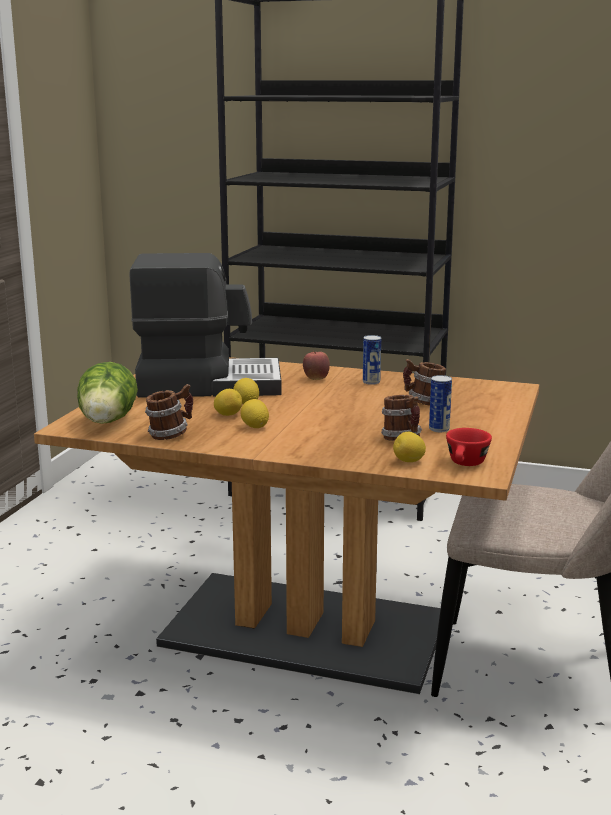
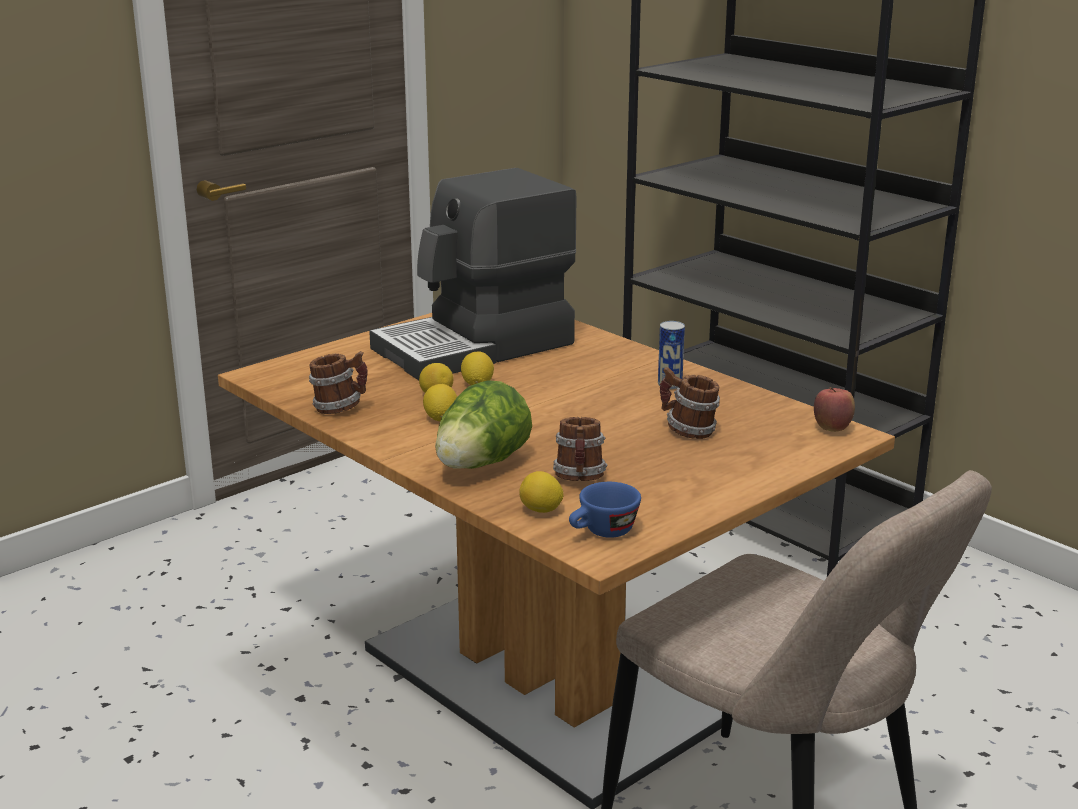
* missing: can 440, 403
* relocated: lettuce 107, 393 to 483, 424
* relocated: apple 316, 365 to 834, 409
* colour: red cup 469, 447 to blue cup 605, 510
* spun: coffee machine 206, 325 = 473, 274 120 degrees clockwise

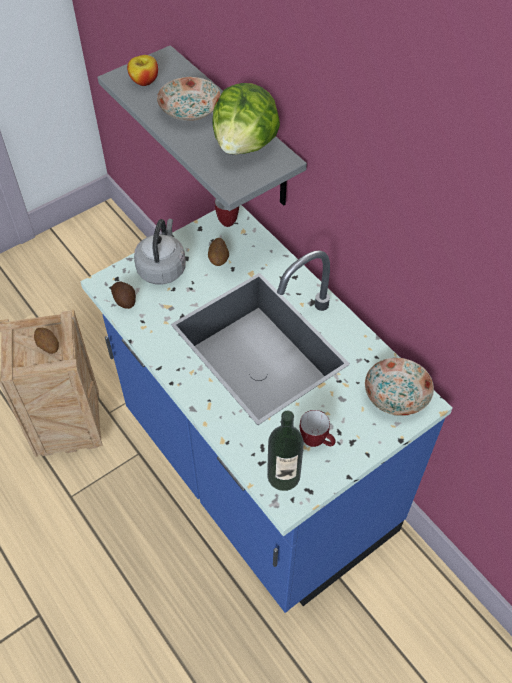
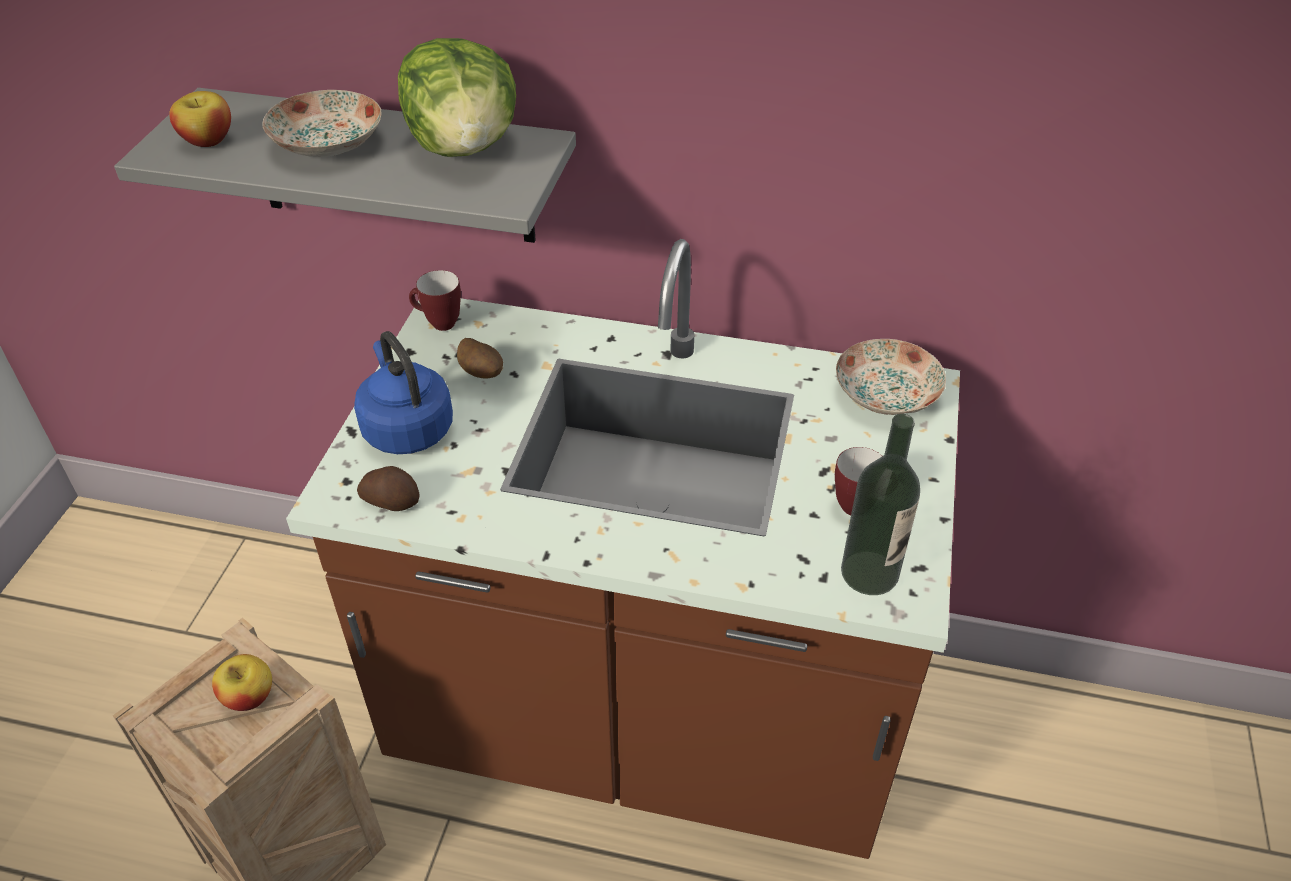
* exchanged: potato 46, 341 to apple 242, 682
* colour: blue counter 266, 409 to brown counter 623, 549
* colour: grey kettle 160, 251 to blue kettle 403, 392

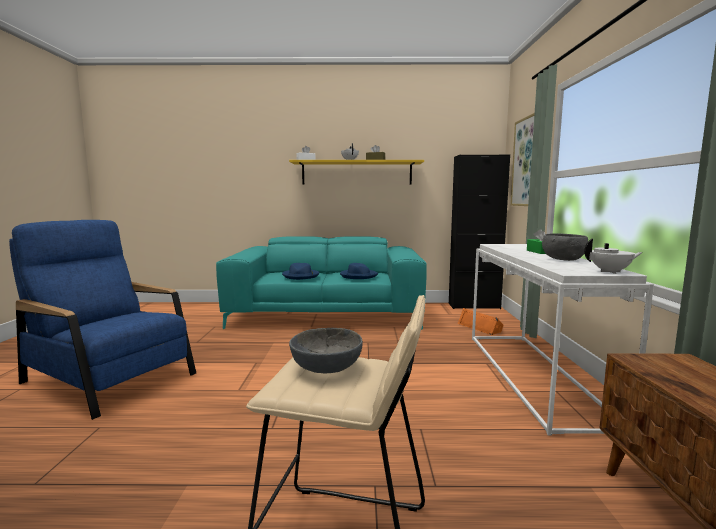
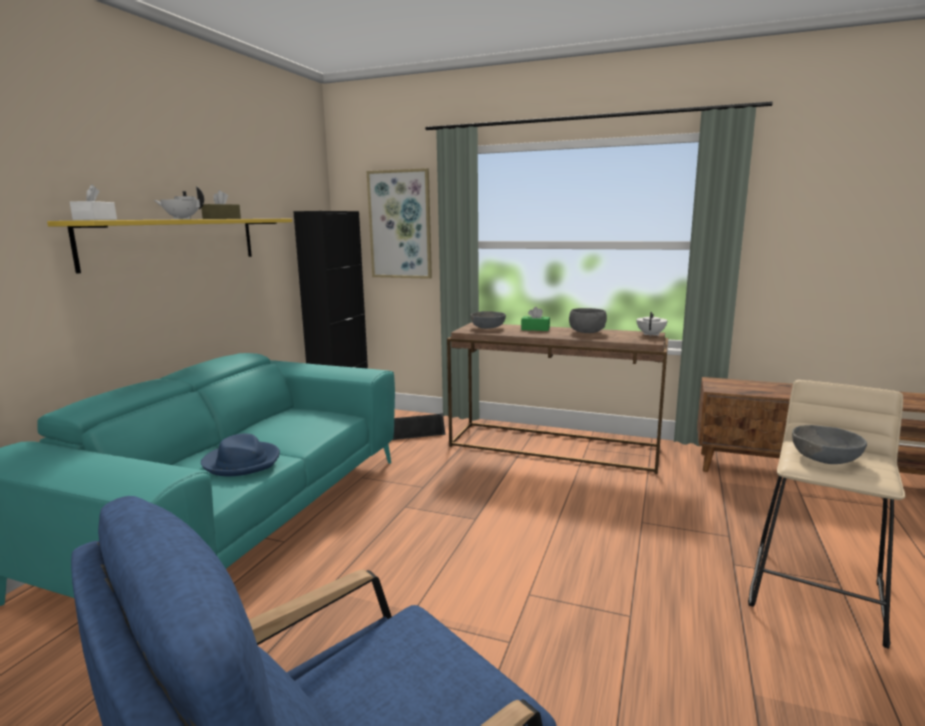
* missing: blue hat 359, 271
* appeared: grey bowl 488, 320
* colour: orange speaker 480, 321 to black speaker 419, 426
* colour: white console table 563, 340 to brown console table 557, 398

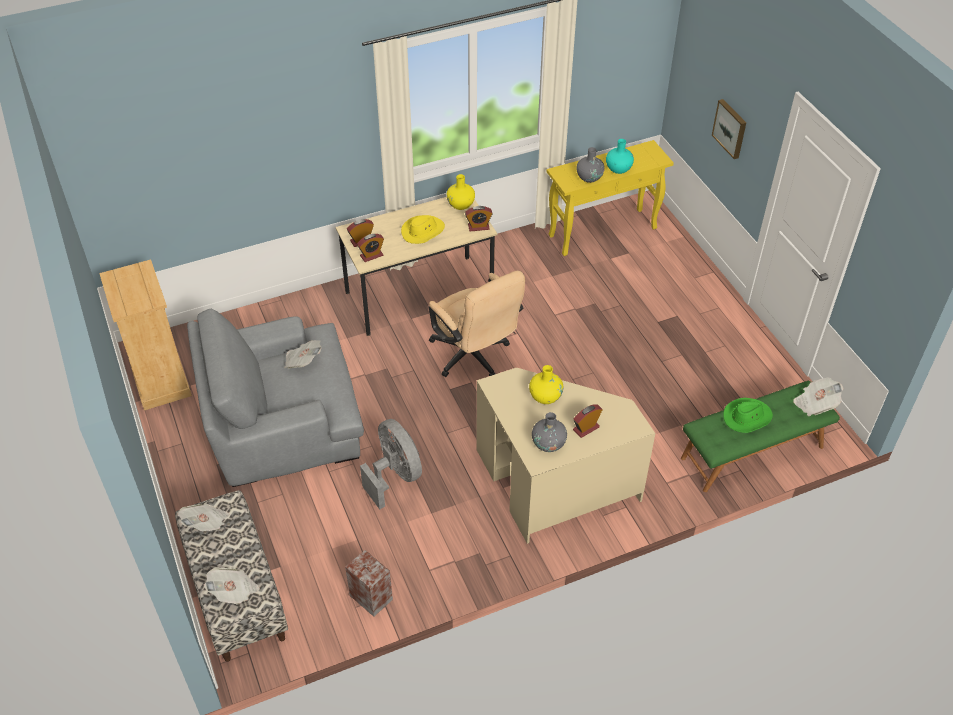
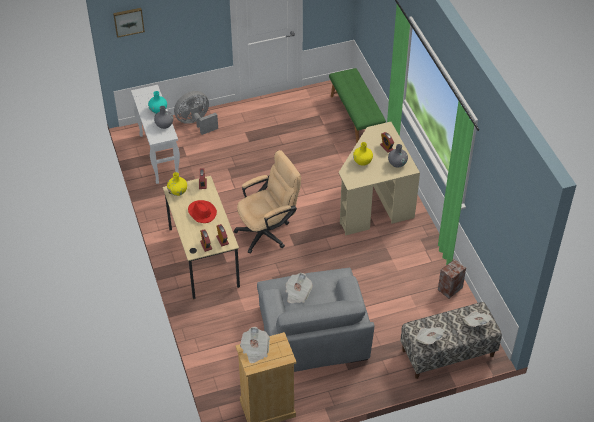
* missing: green hat 748, 415
* relocated: grey fan 391, 464 to 196, 113
* relocated: picture 729, 129 to 129, 23
* relocated: newspaper 818, 396 to 255, 345
* colour: yellow hat 423, 229 to red hat 202, 211
* colour: yellow console table 610, 198 to white console table 155, 134

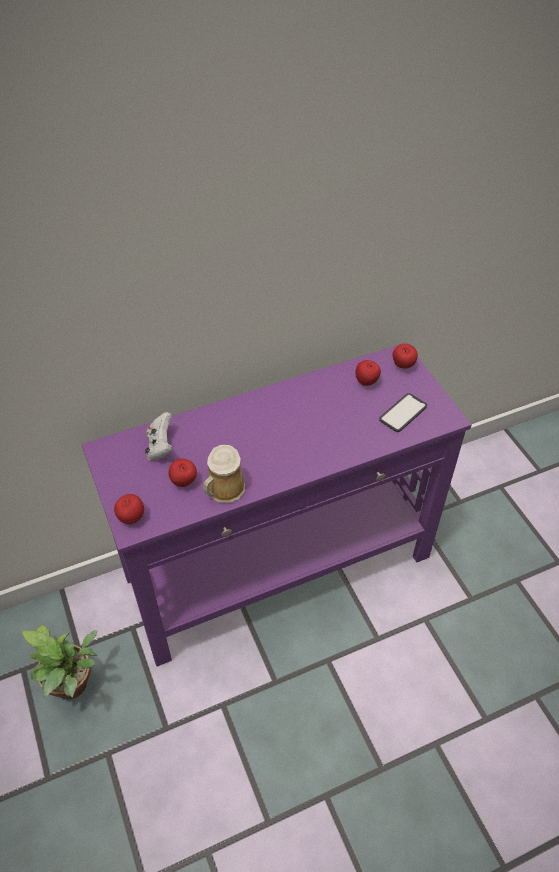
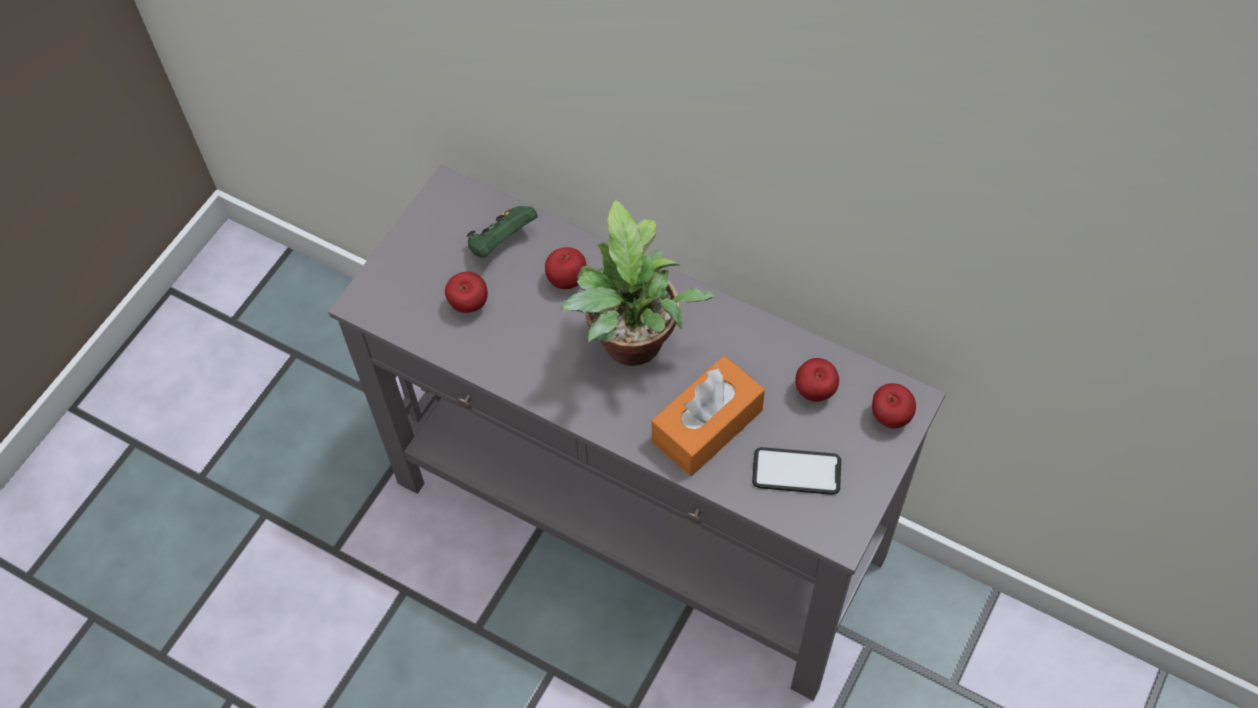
* missing: mug 224, 474
* appeared: orange tissue box 708, 416
* relocated: potted plant 59, 662 to 637, 282
* relocated: apple 129, 509 to 565, 268
* colour: purple console table 277, 504 to grey console table 637, 433
* colour: white game controller 159, 436 to green game controller 502, 232

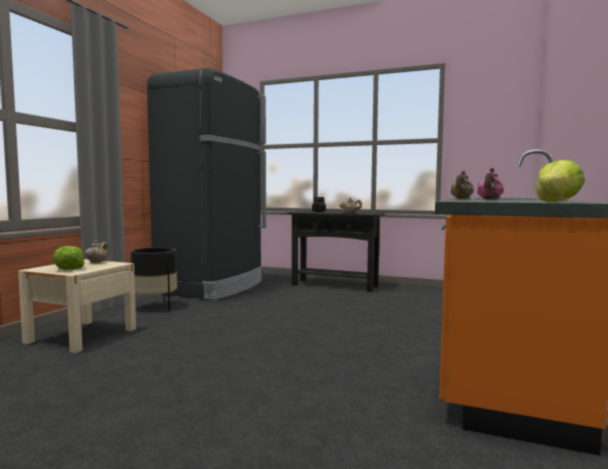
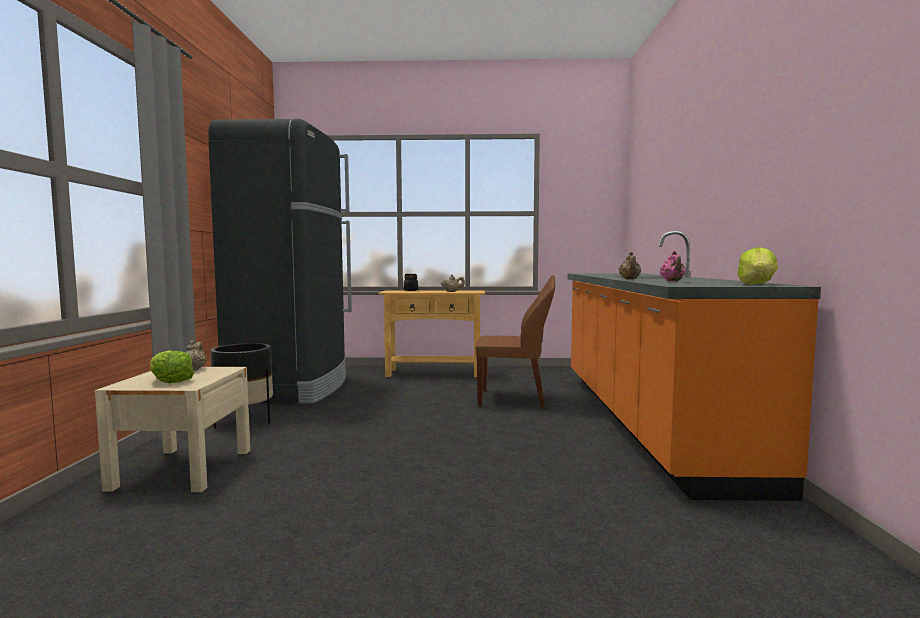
* appeared: brown chair 515, 342
* colour: black console table 336, 251 to beige console table 431, 333

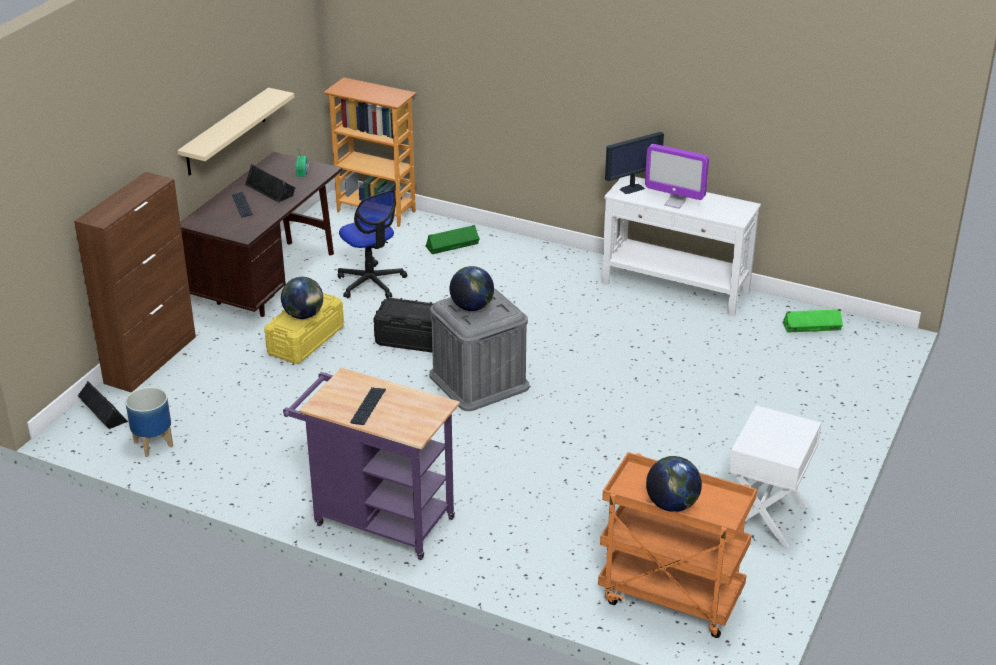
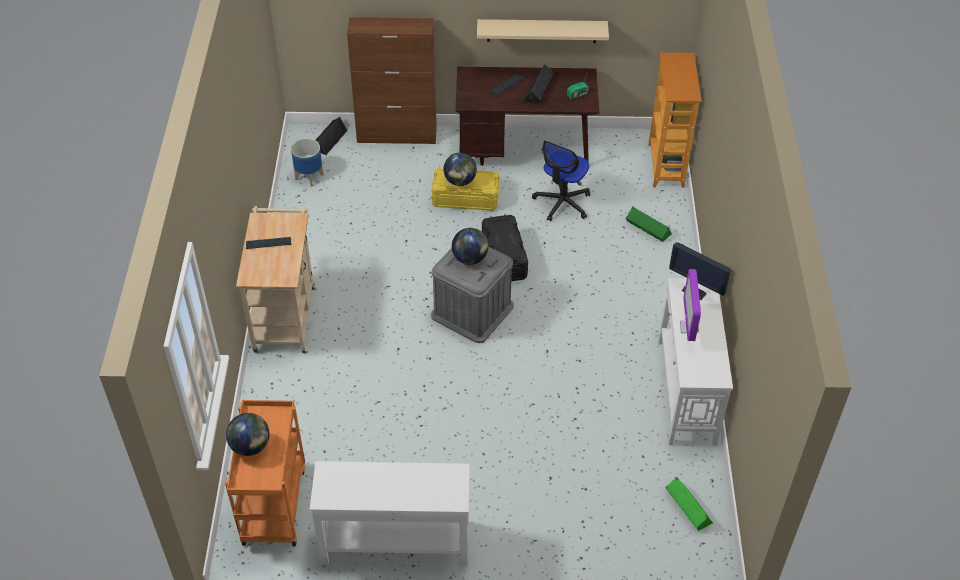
* exchanged: white nightstand 775, 476 to white console table 390, 513
* colour: purple cart 371, 464 to beige cart 276, 280

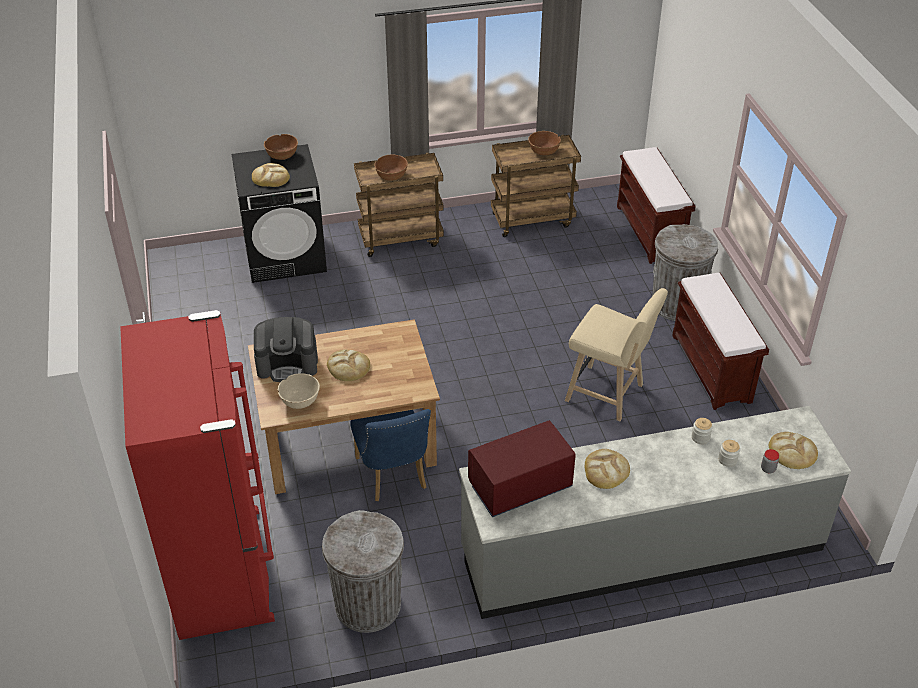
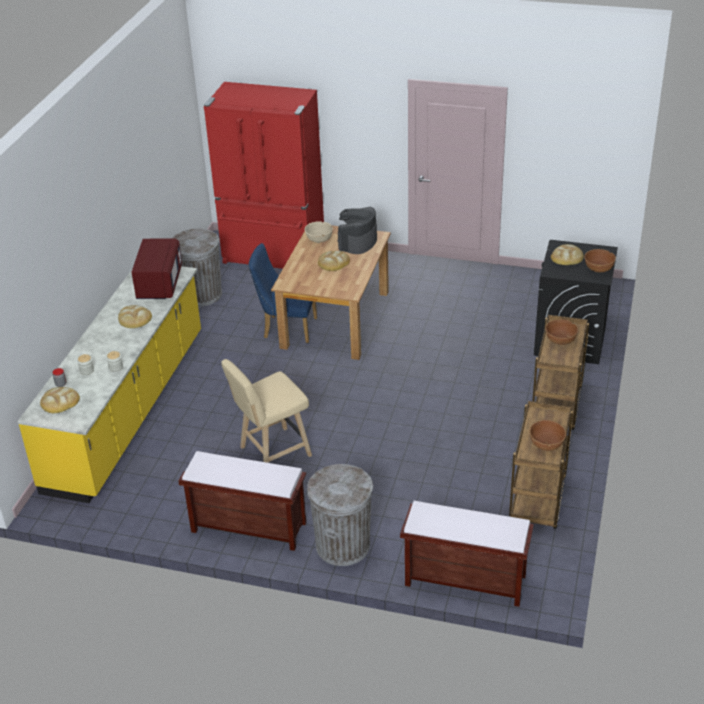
* colour: grey counter 655, 512 to yellow counter 109, 384

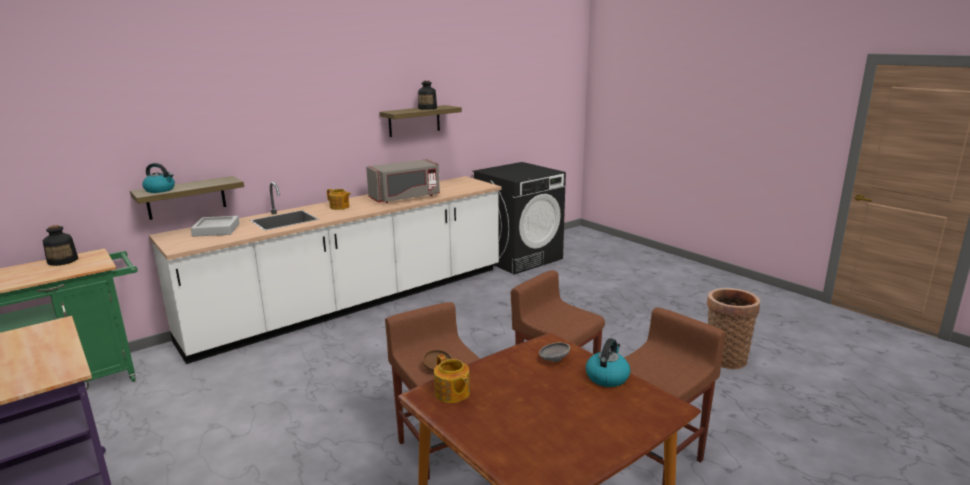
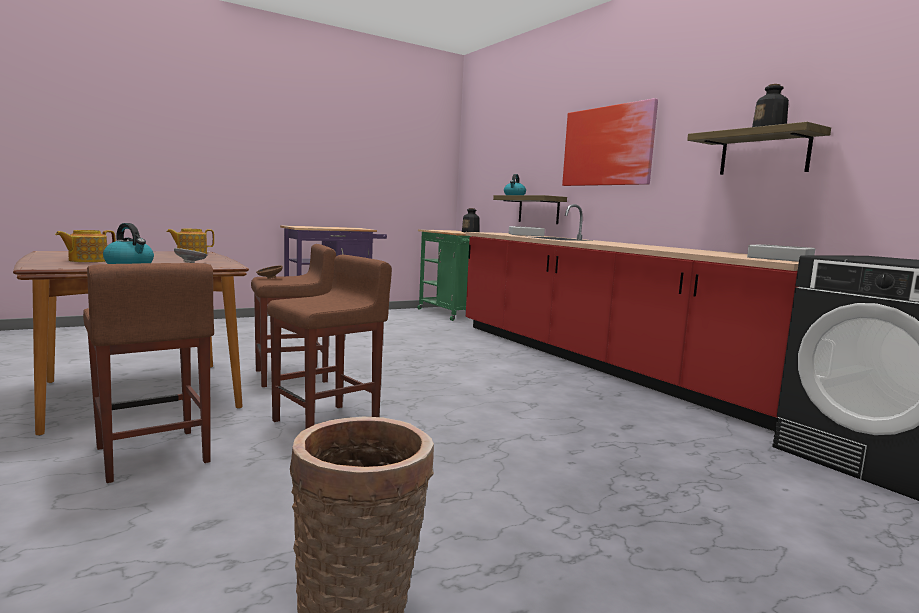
* missing: grey microwave 403, 181
* appeared: picture 610, 142
* appeared: grey tray 781, 253
* relocated: teapot 339, 199 to 85, 246
* colour: white counter 325, 270 to red counter 632, 317

